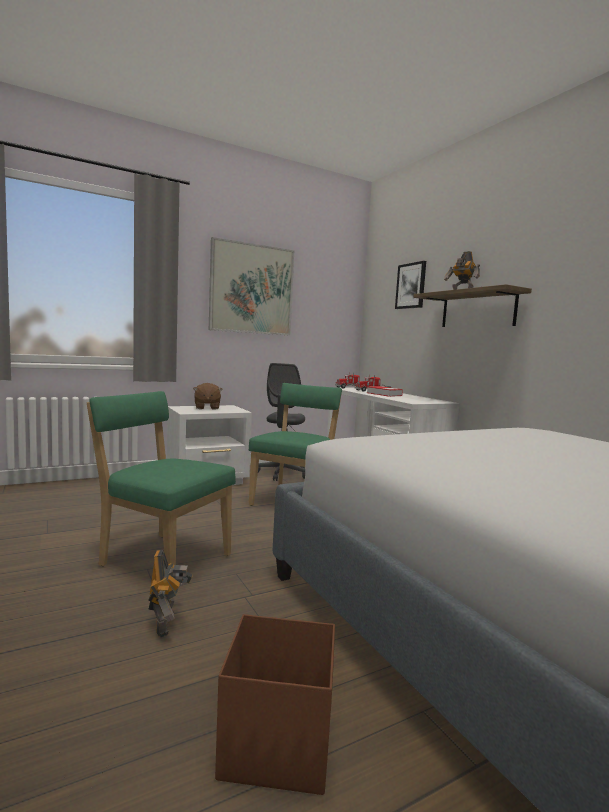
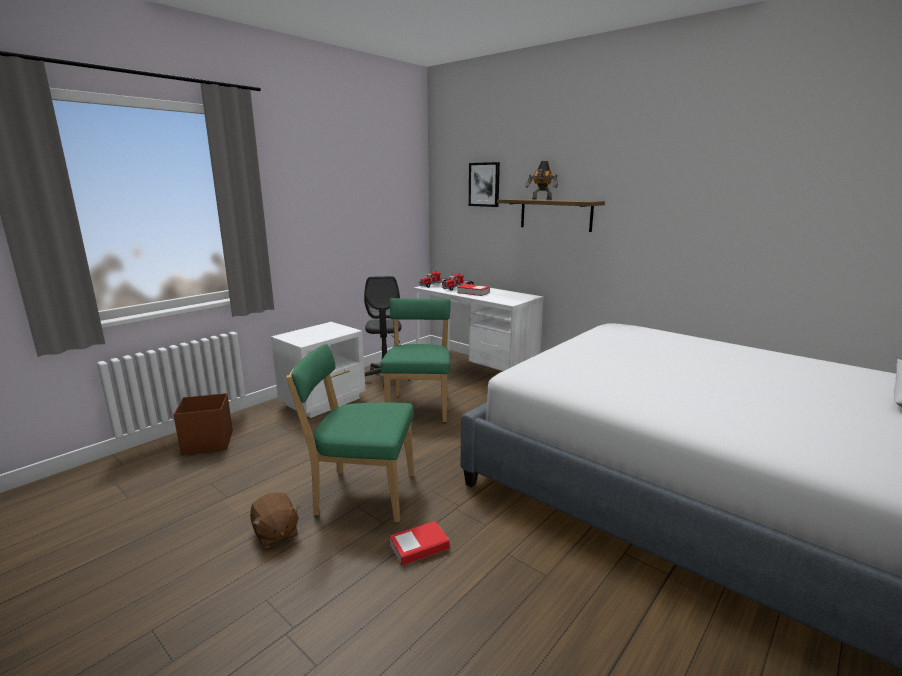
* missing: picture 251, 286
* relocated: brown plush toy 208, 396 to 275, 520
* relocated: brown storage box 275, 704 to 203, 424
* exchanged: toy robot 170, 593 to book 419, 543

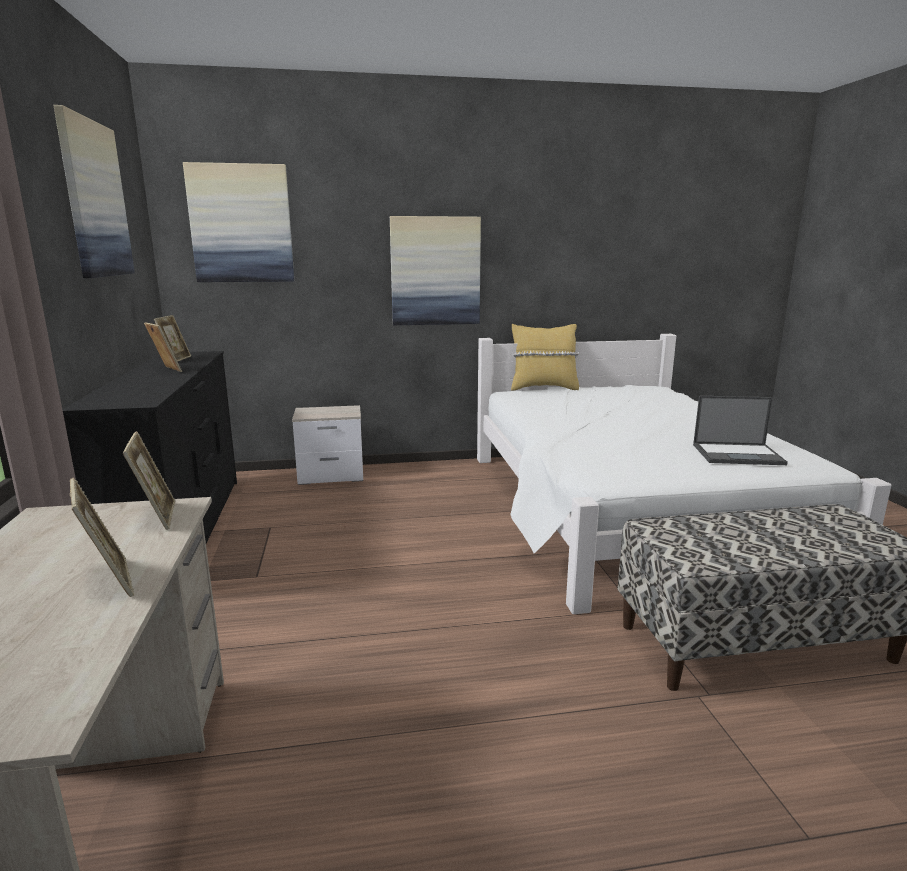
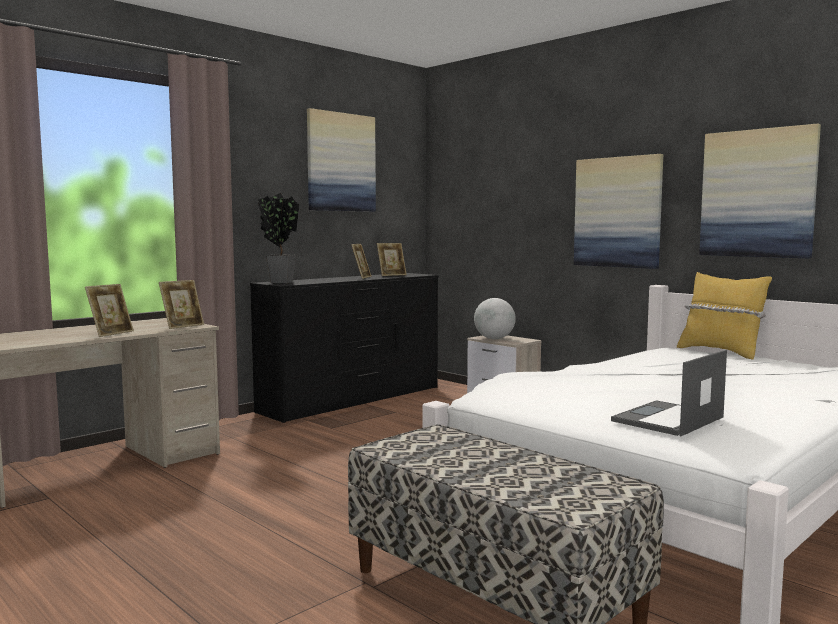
* appeared: potted plant 278, 238
* appeared: globe 495, 318
* relocated: picture 238, 222 to 760, 191
* spun: laptop 740, 430 = 669, 393 75 degrees clockwise

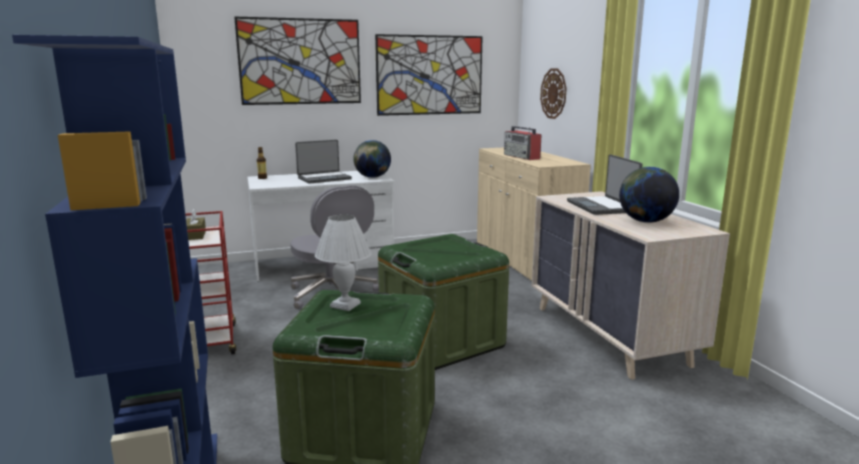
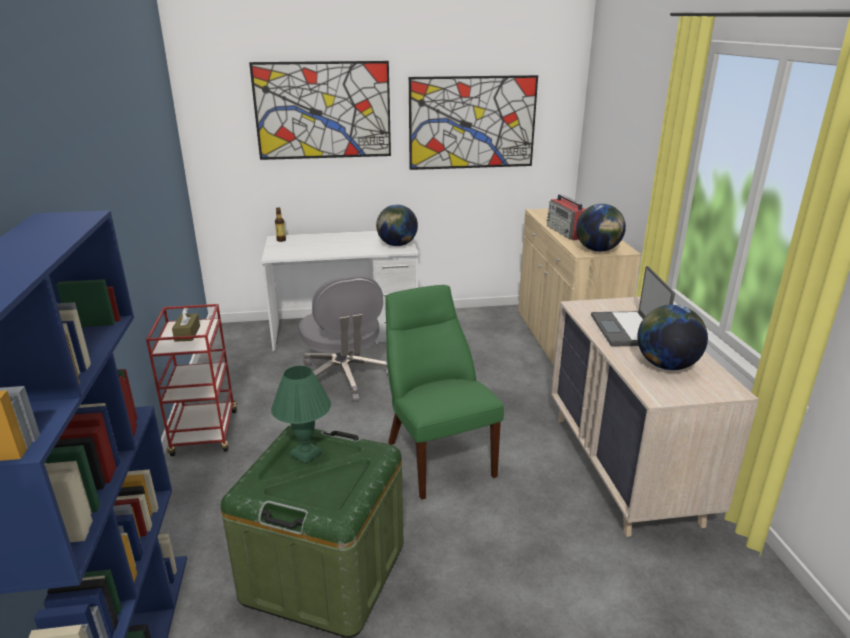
* missing: laptop 323, 162
* missing: wall clock 553, 94
* appeared: globe 601, 228
* exchanged: green storage box 443, 302 to green chair 444, 392
* colour: white table lamp 343, 262 to green table lamp 301, 414

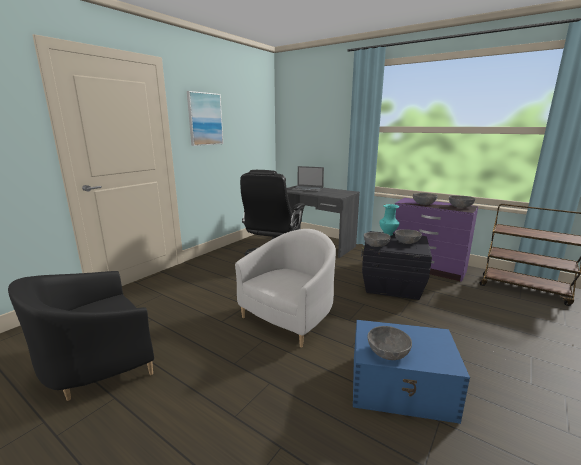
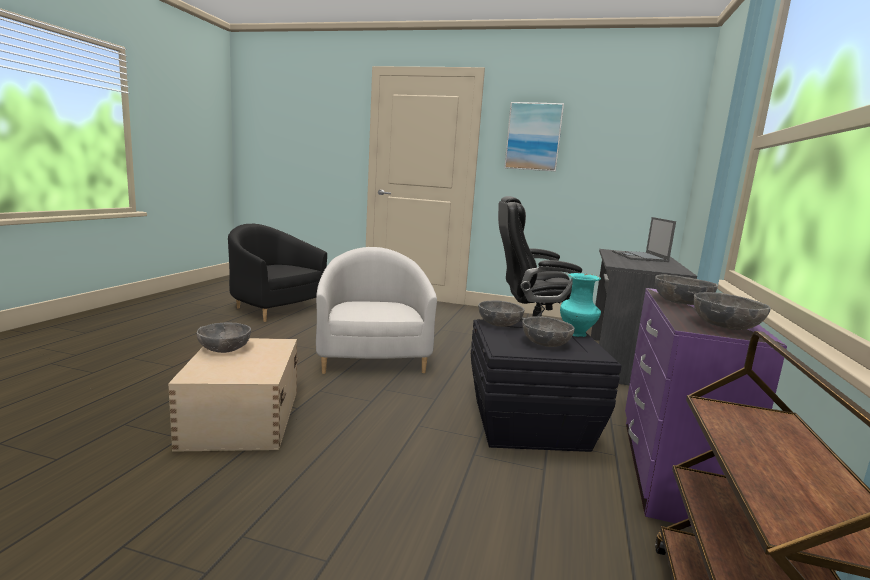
* colour: blue storage box 411, 372 to beige storage box 233, 395
* spun: white armchair 285, 288 = 376, 310 120 degrees counterclockwise

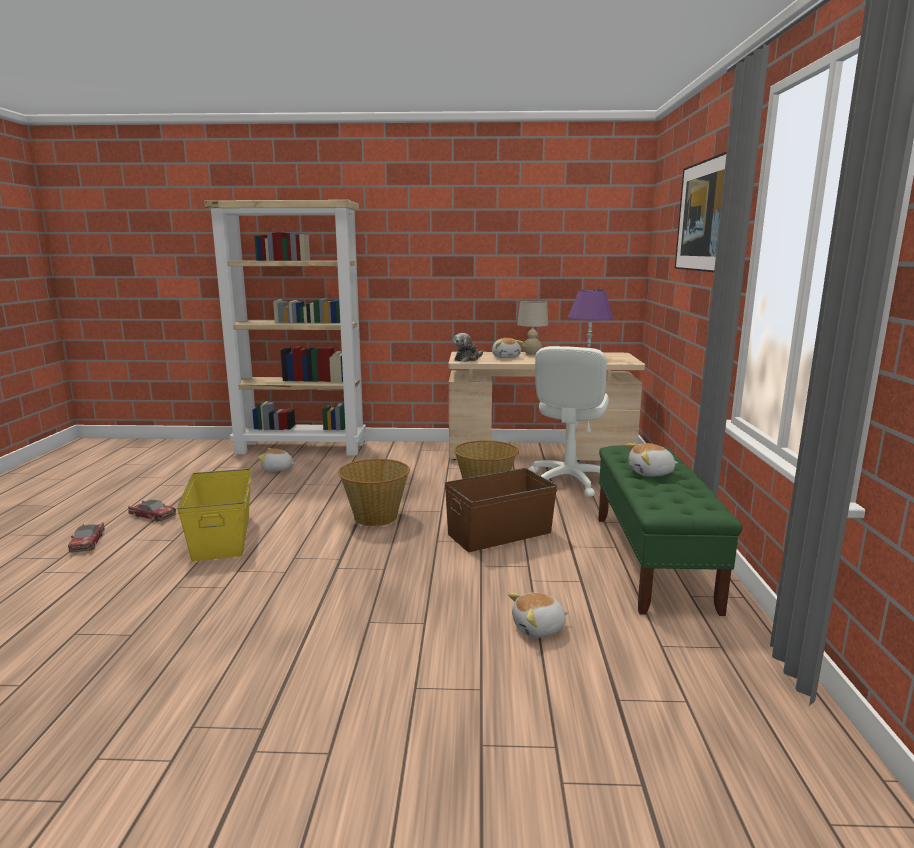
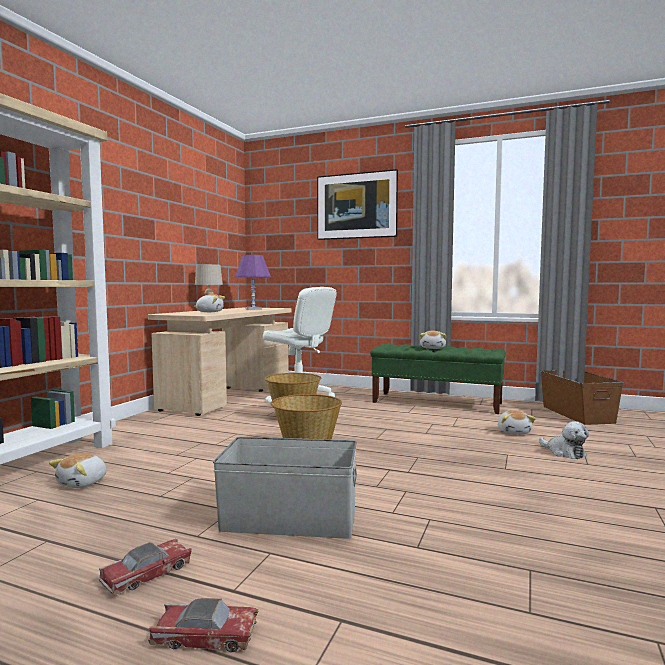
* relocated: brown storage box 501, 510 to 582, 397
* relocated: plush toy 468, 347 to 564, 440
* colour: yellow storage box 214, 515 to grey storage box 285, 488

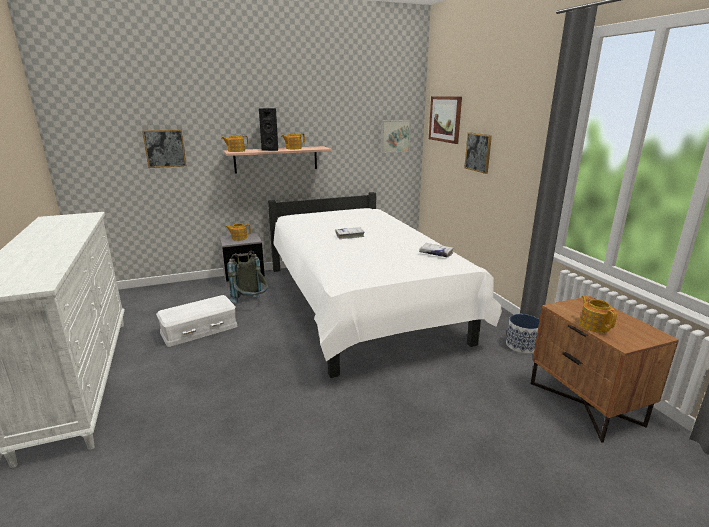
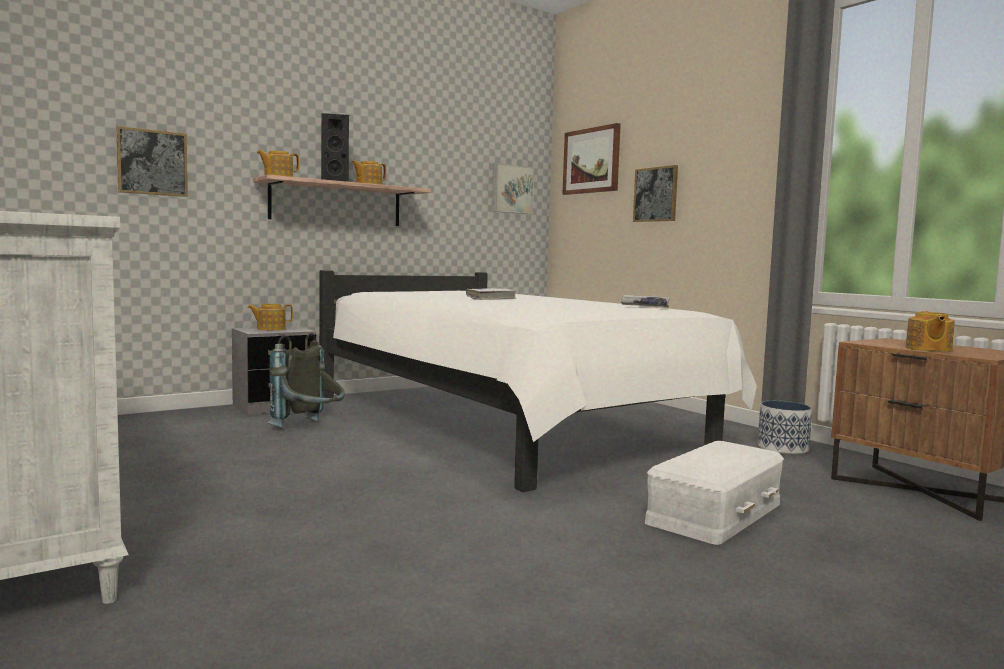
* relocated: white storage box 197, 321 to 714, 493
* spun: teapot 598, 314 = 930, 331 135 degrees counterclockwise

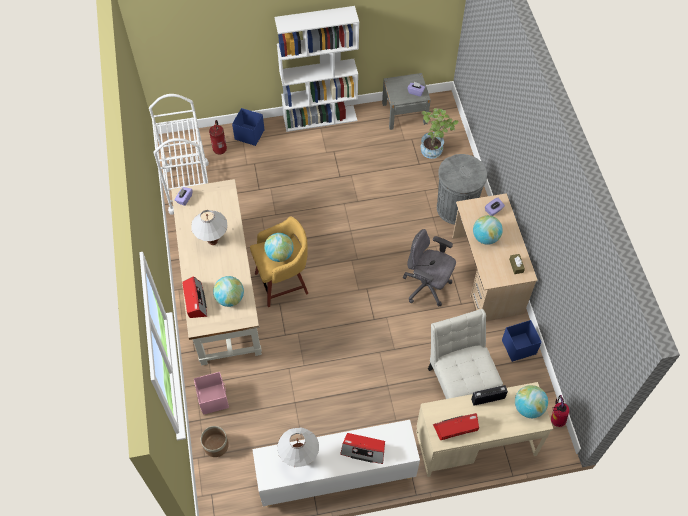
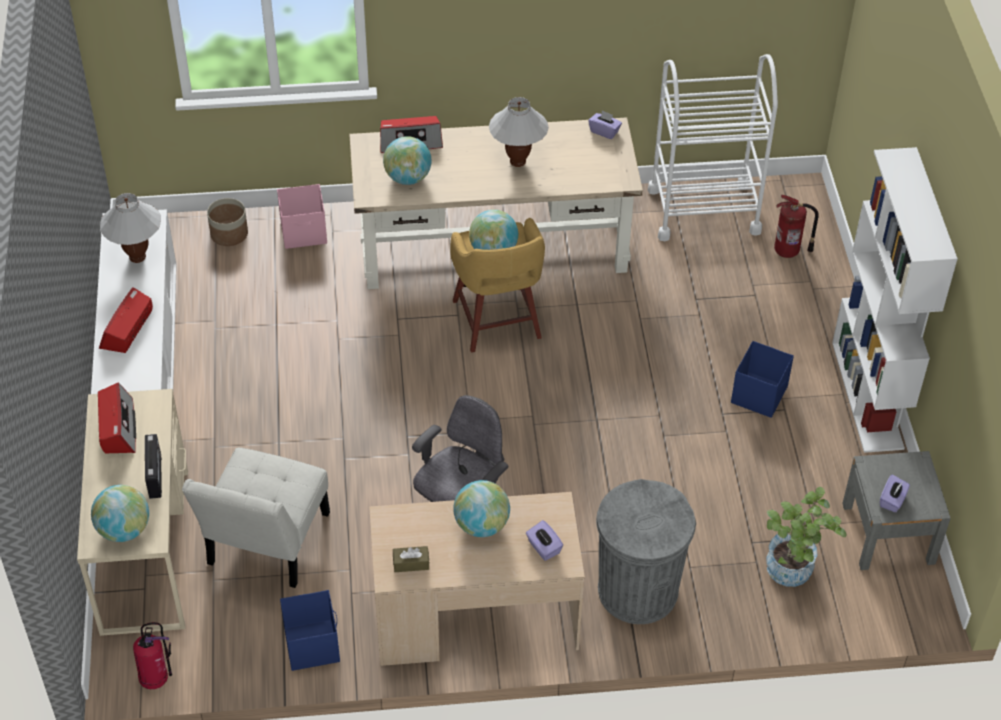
* relocated: blue storage box 248, 127 to 762, 379
* spun: white chair 465, 354 = 256, 517 120 degrees clockwise

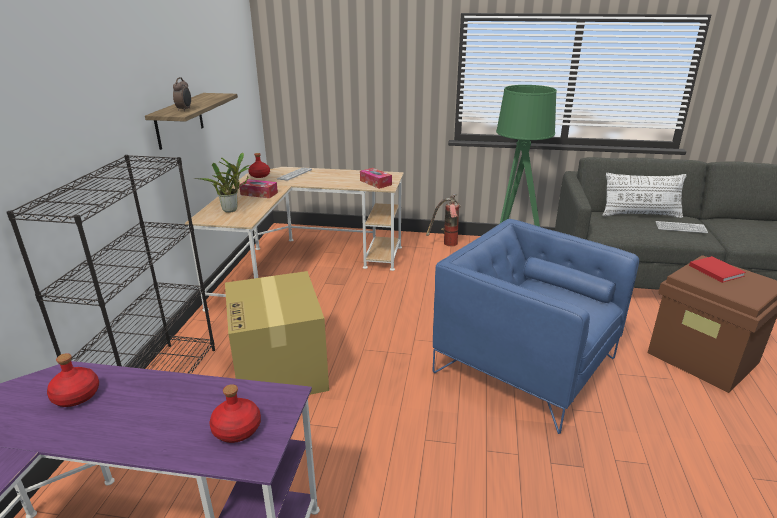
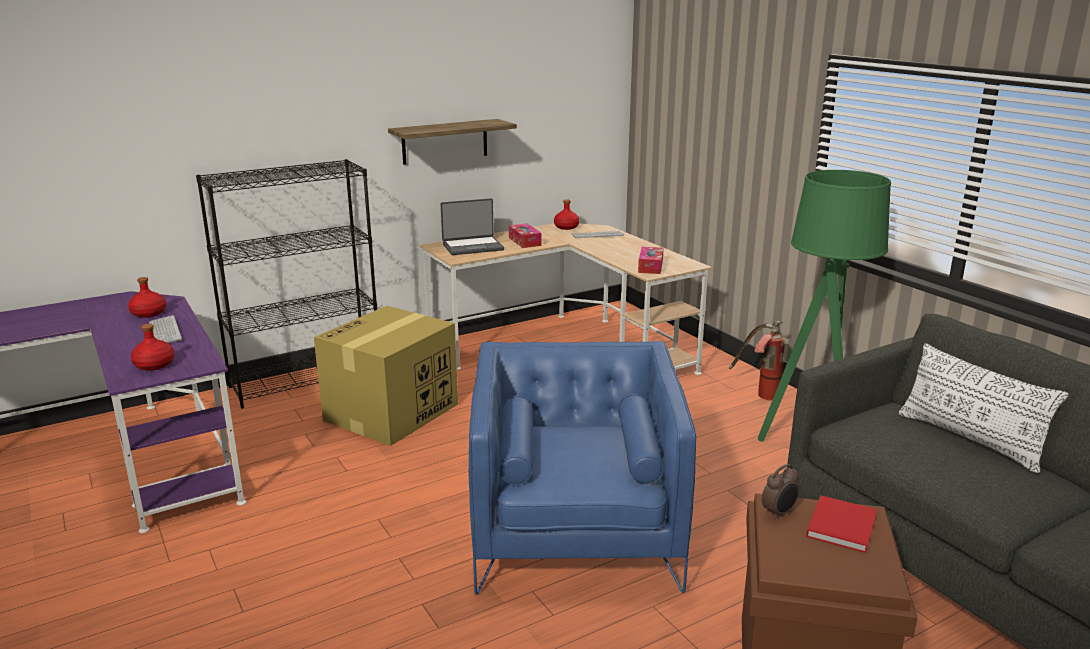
* relocated: alarm clock 182, 94 to 780, 492
* relocated: keyboard 681, 227 to 165, 329
* exchanged: potted plant 222, 183 to laptop 472, 226

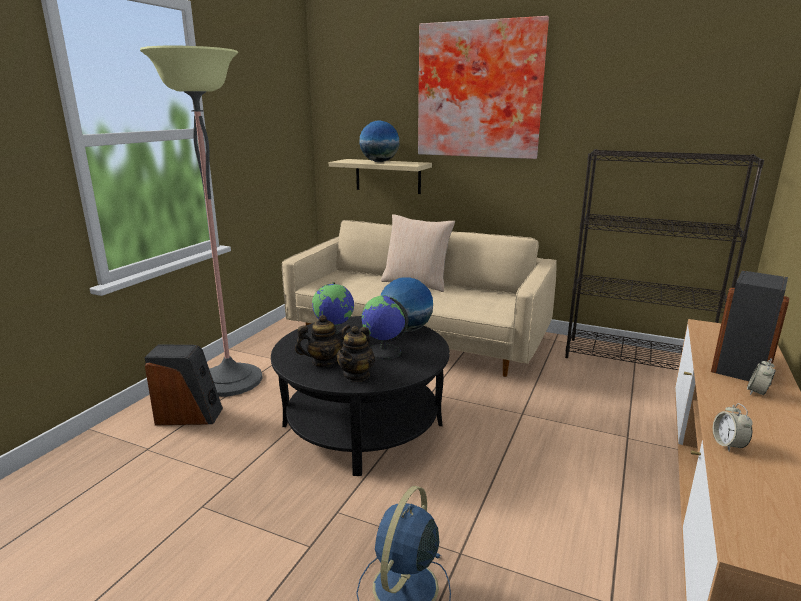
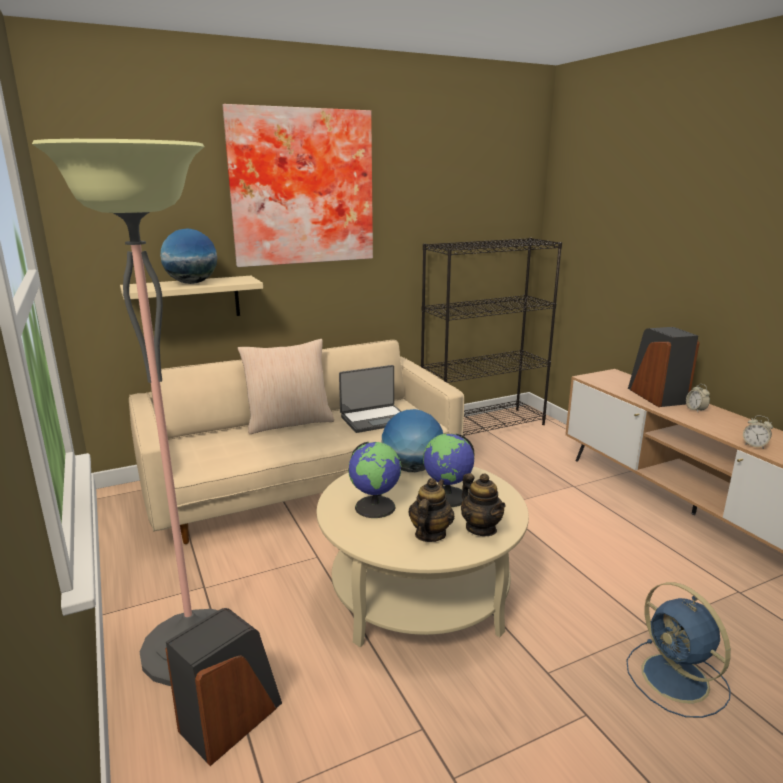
* appeared: laptop 370, 399
* colour: black coffee table 360, 396 to beige coffee table 423, 556

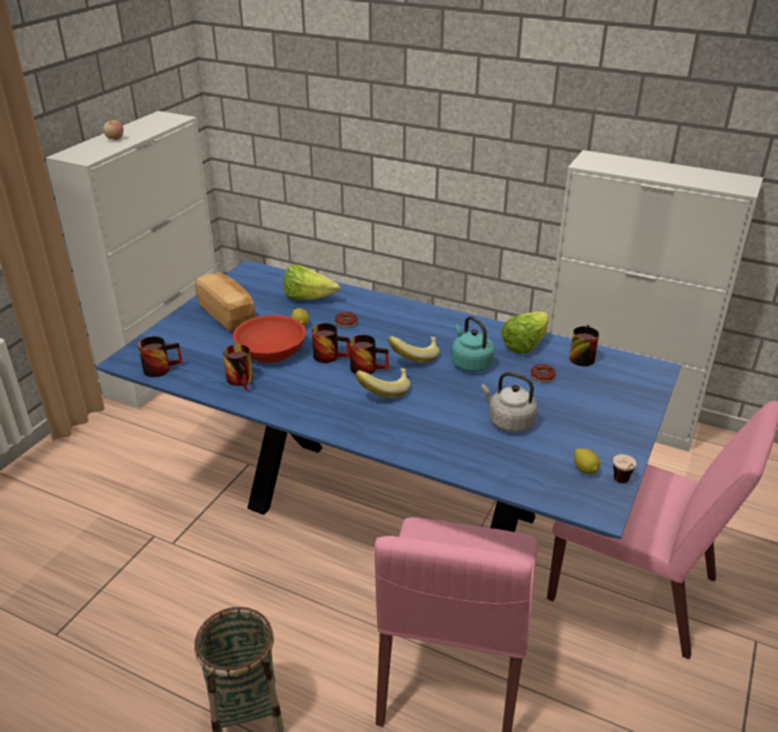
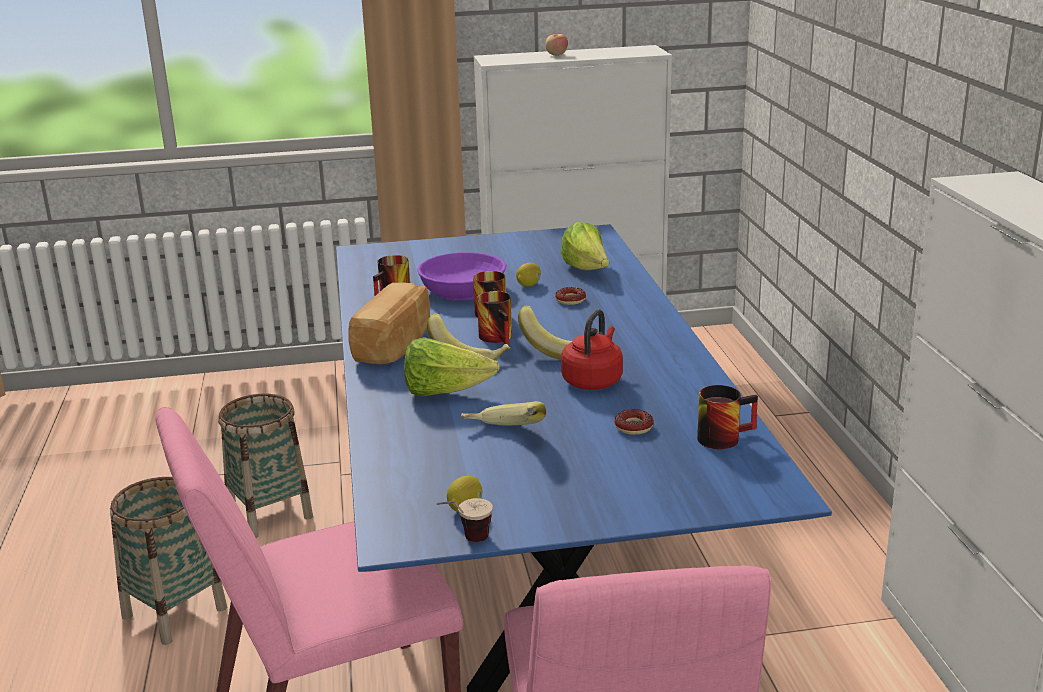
* missing: mug 160, 356
* appeared: basket 265, 466
* relocated: bread 225, 302 to 389, 323
* relocated: lettuce 524, 332 to 452, 366
* exchanged: grey kettle 509, 402 to banana 503, 413
* colour: red bowl 269, 339 to purple bowl 462, 276
* colour: turquoise kettle 472, 344 to red kettle 592, 349

